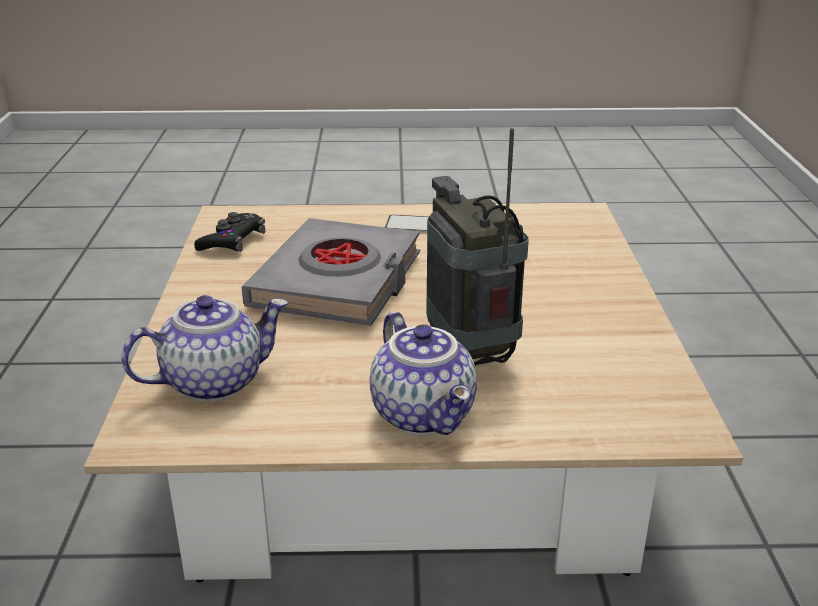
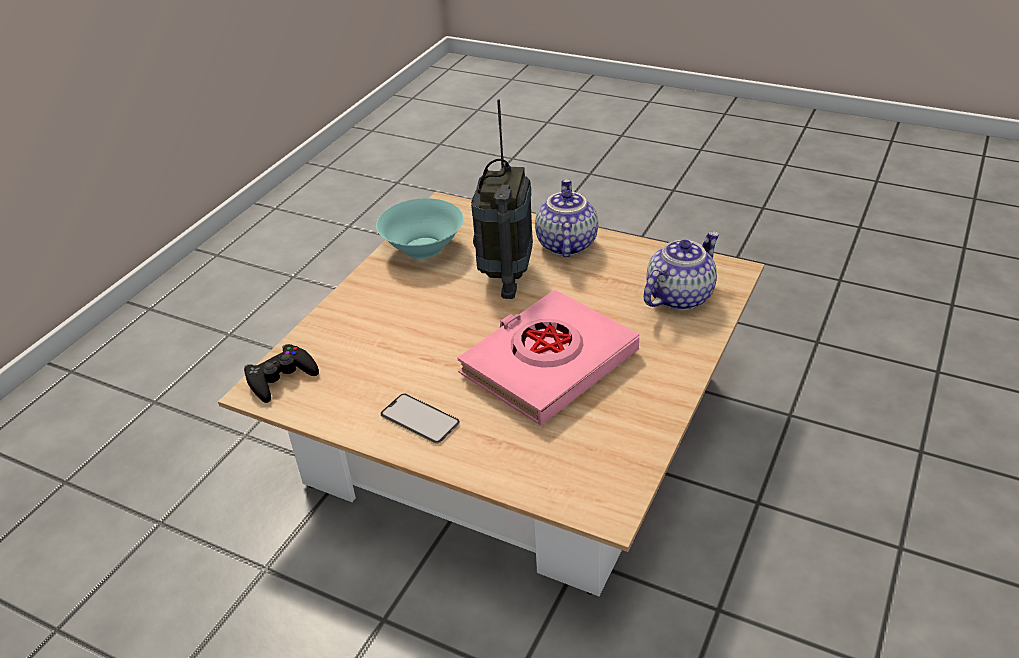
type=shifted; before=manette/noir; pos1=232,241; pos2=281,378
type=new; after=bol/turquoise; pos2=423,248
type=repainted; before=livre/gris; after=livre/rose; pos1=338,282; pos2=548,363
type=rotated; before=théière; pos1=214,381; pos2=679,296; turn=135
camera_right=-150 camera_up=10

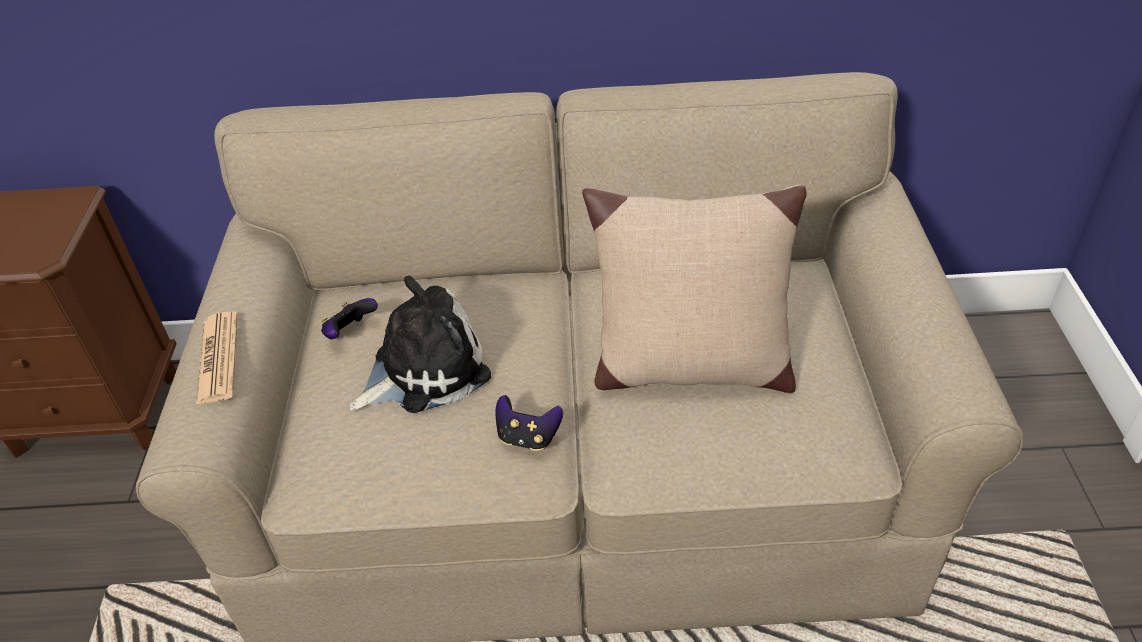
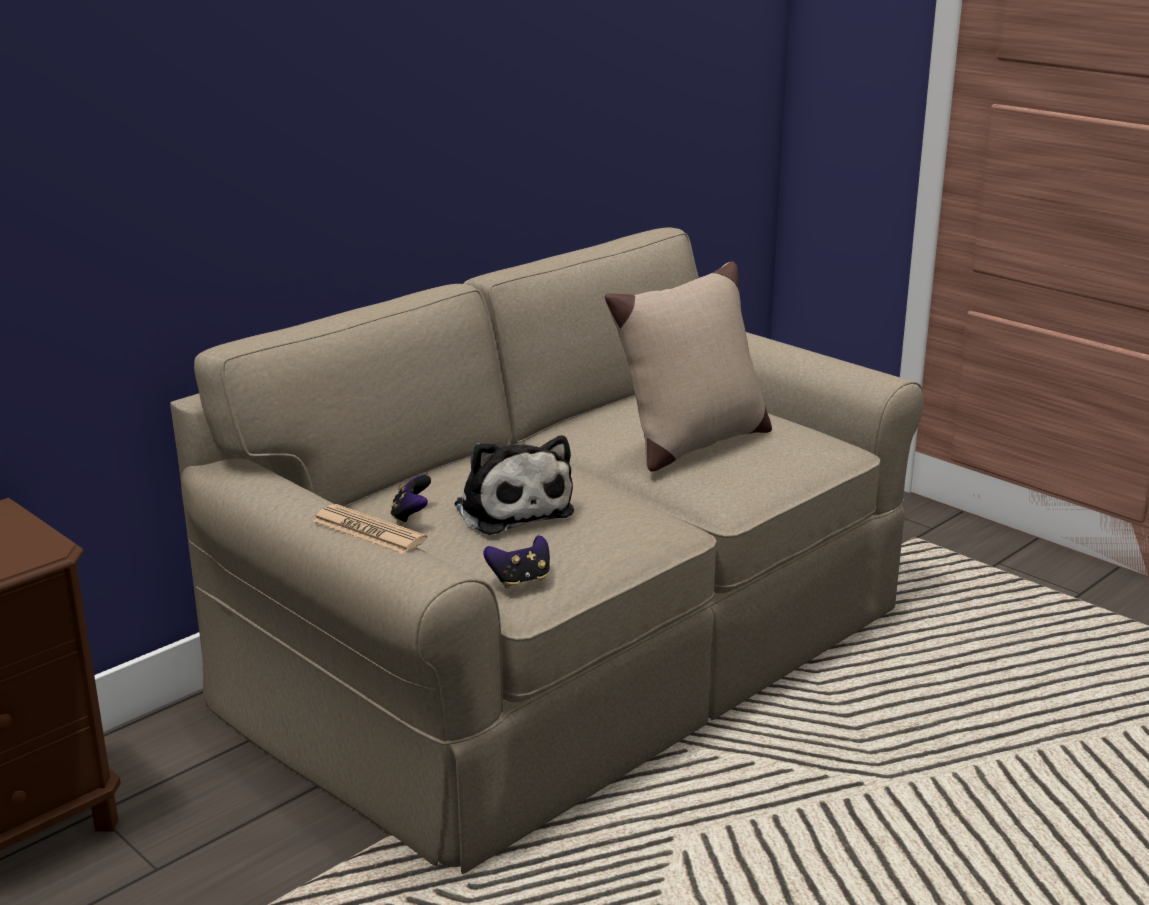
type=rotated; before=peluche; pos1=424,370; pos2=511,508; turn=135
type=shifted; before=manette; pos1=528,437; pos2=520,580
camera_right=-45 camera_up=-20

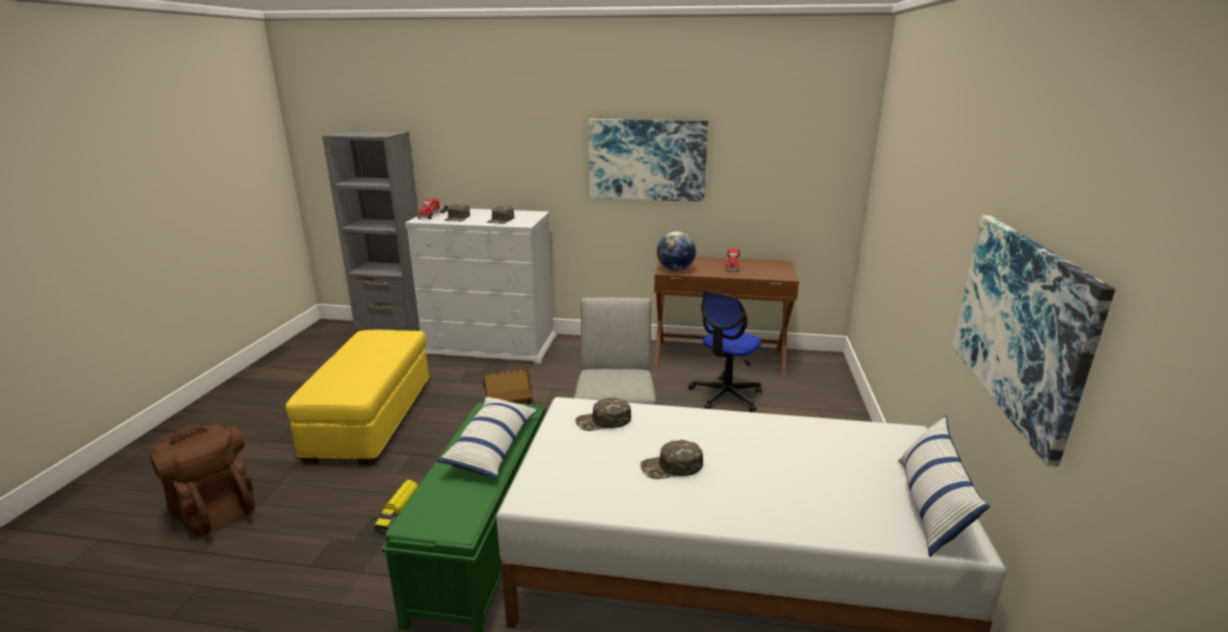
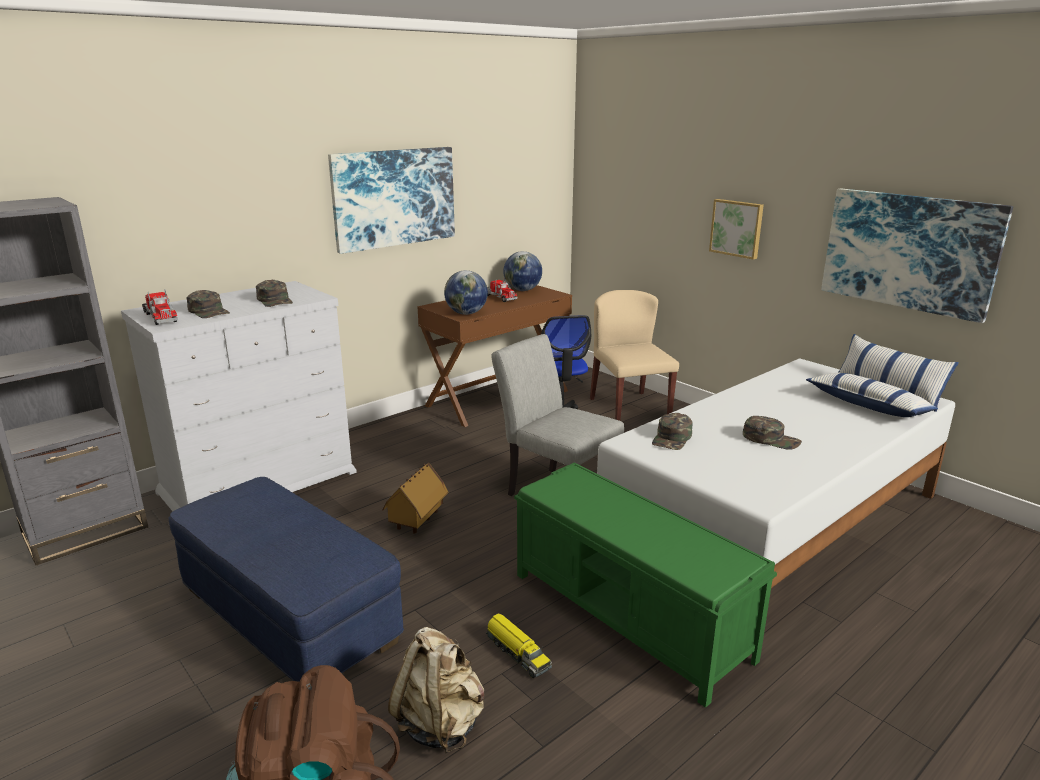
type=repainted; before=pouf/jaune; after=pouf/bleu; pos1=371,419; pos2=288,615
type=new; after=sac à dos/beige; pos2=440,723
type=new; after=globe; pos2=522,290
type=new; after=chaise/beige; pos2=629,408
type=new; after=tableau; pos2=737,228
type=rotated; before=casquette/vert; pos1=671,467; pos2=771,439; turn=-90
type=shifted; before=coussin; pos1=492,446; pos2=867,406
camera_right=-50 camera_up=0

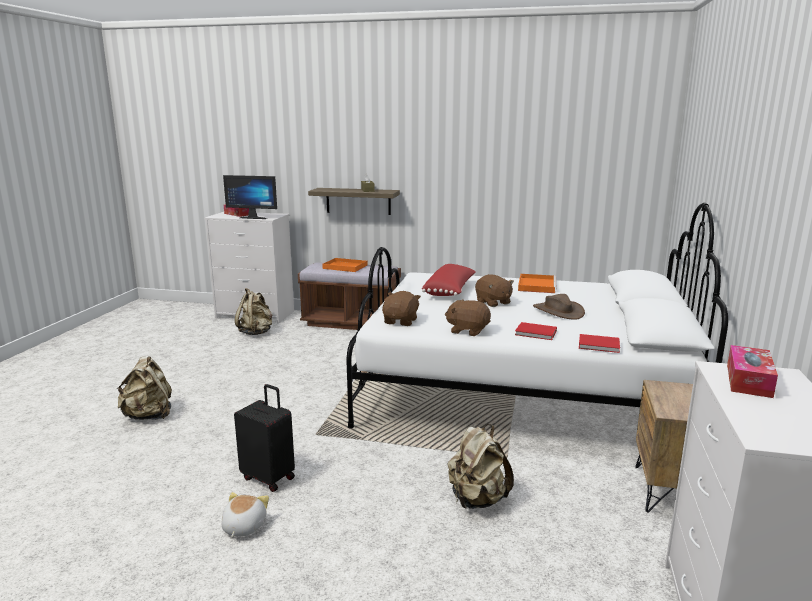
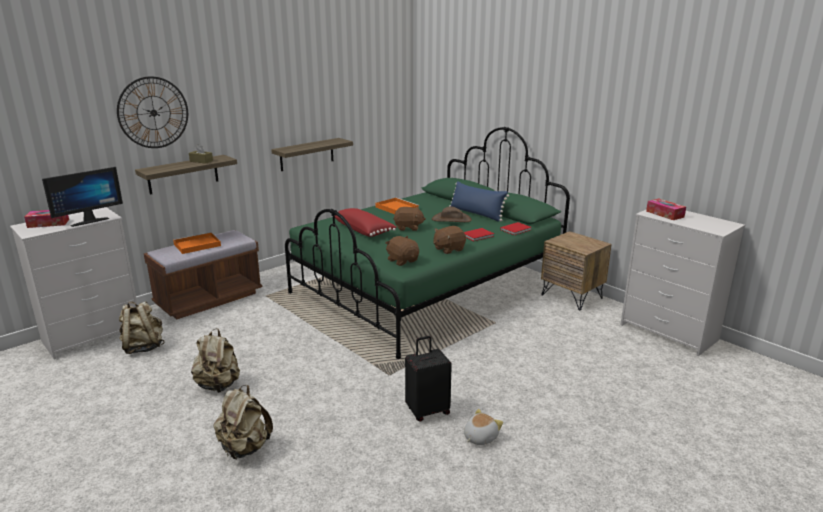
type=new; after=horloge murale; pos2=153,112
type=shifted; before=sac à dos/beige; pos1=477,500; pos2=218,385
type=new; after=étagère; pos2=307,154
type=repainted; before=lit/blanc; after=lit/vert; pos1=521,393; pos2=428,288
type=new; after=coussin/bleu; pos2=476,214
type=rotated; before=peluche; pos1=243,527; pos2=479,437; turn=90
camera_right=-55 camera_up=5

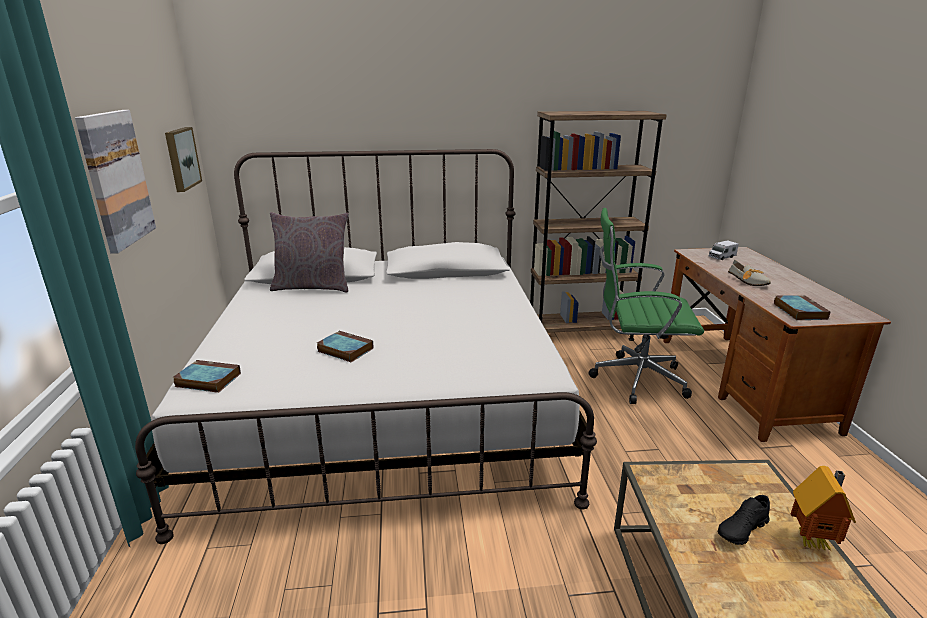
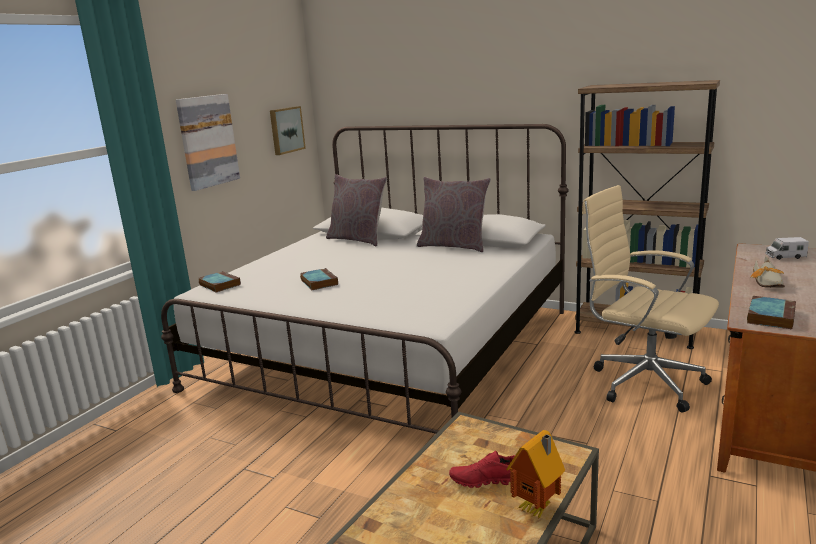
type=new; after=coussin/gris; pos2=454,246
type=repainted; before=chaussure/noir; after=chaussure/rouge; pos1=742,529; pos2=485,481
type=repainted; before=chaise de bureau/vert; after=chaise de bureau/beige; pos1=634,379; pos2=642,382
camera_right=35 camera_up=-5

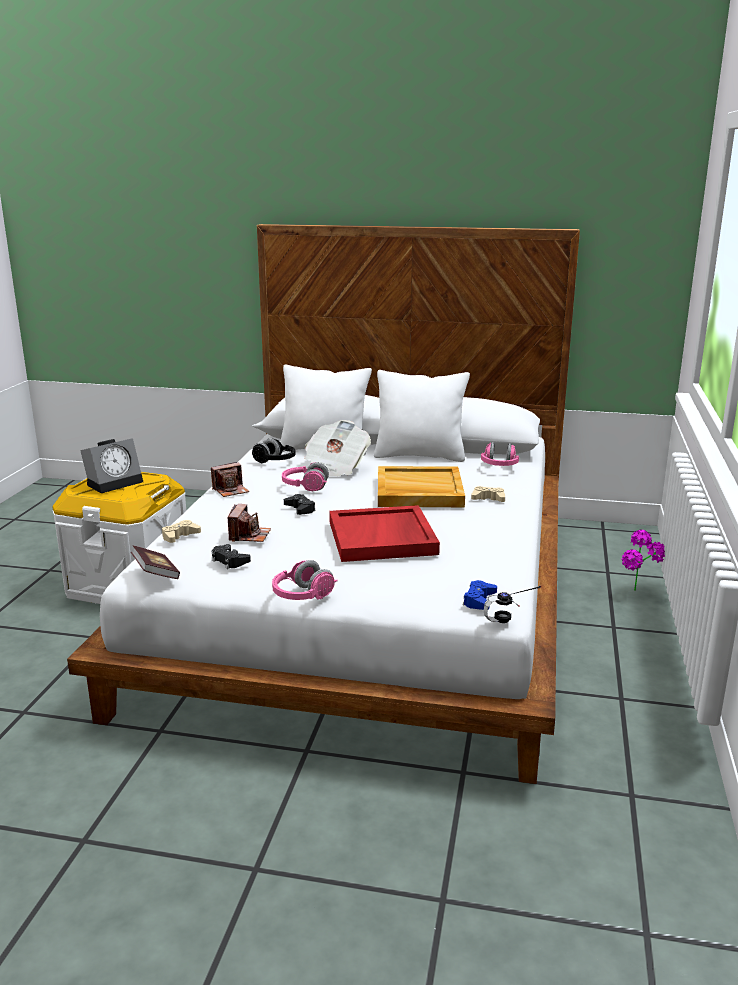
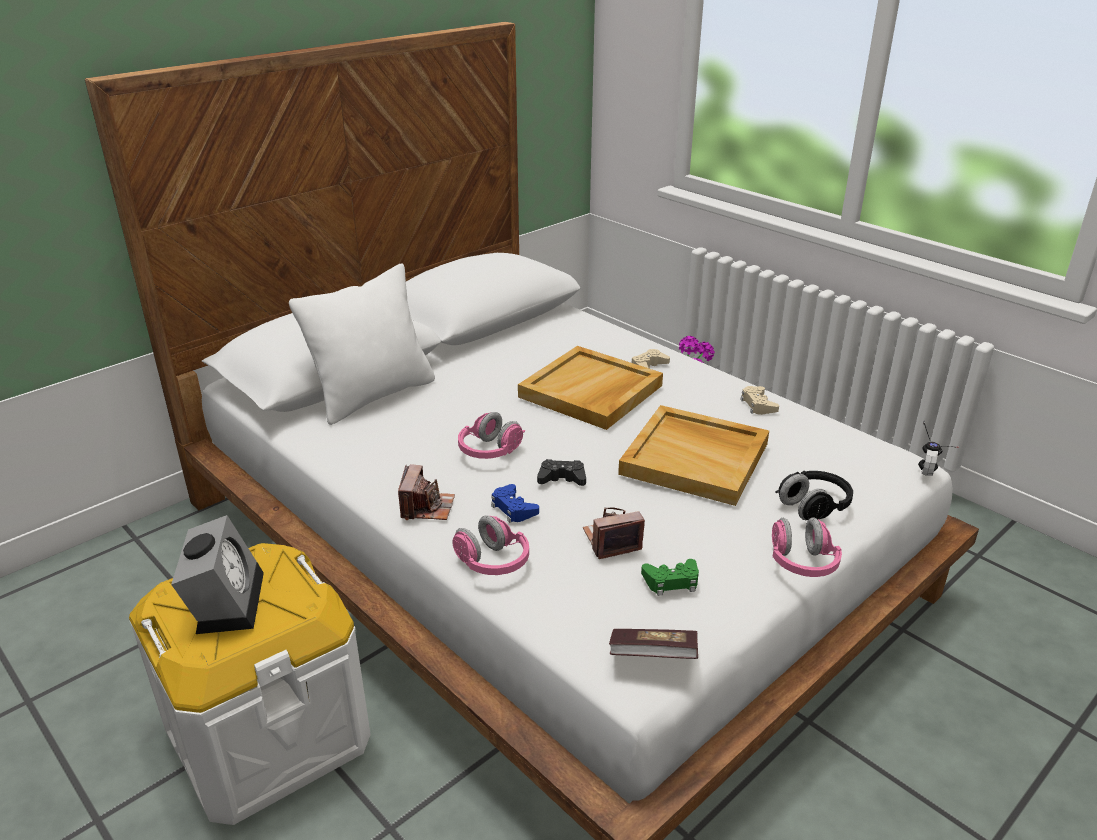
type=shifted; before=casque audio/rose; pos1=499,466; pos2=492,562
type=shifted; before=manette/bleu; pos1=479,600; pos2=513,508
type=rotated; before=appareil photo; pos1=249,535; pos2=611,541; turn=-60
type=repainted; before=plateau/rouge; after=plateau/beige; pos1=383,538; pos2=696,458
type=repainted; before=manette/noir; after=manette/vert; pos1=229,561; pos2=671,581
type=shifted; before=manette/beige; pos1=180,536; pos2=758,405
type=shifted; before=casque audio/noir; pos1=275,462; pos2=813,507
type=gone; before=journal; pos1=334,468
type=gone; before=coussin/blanc; pos1=420,455
camera_right=-55 camera_up=10

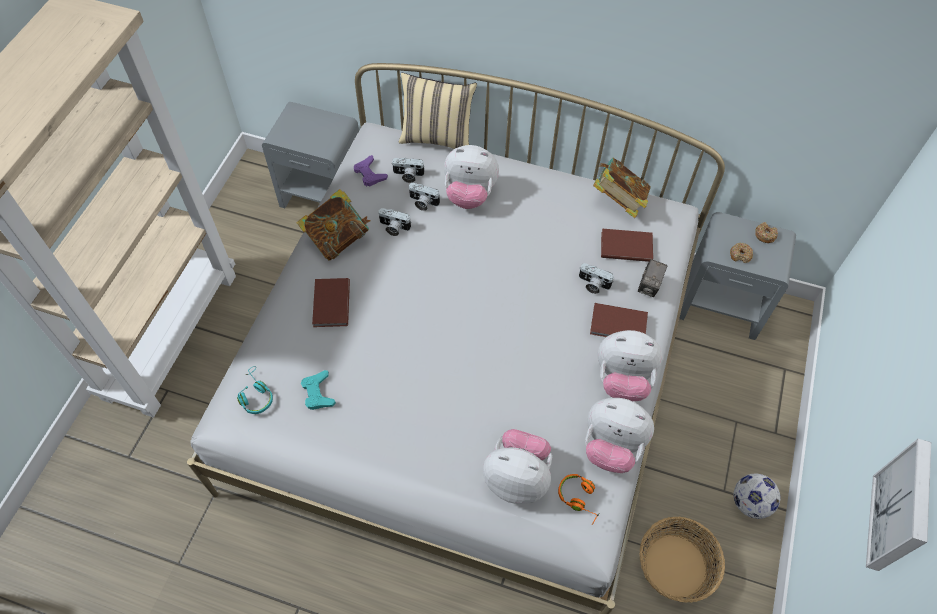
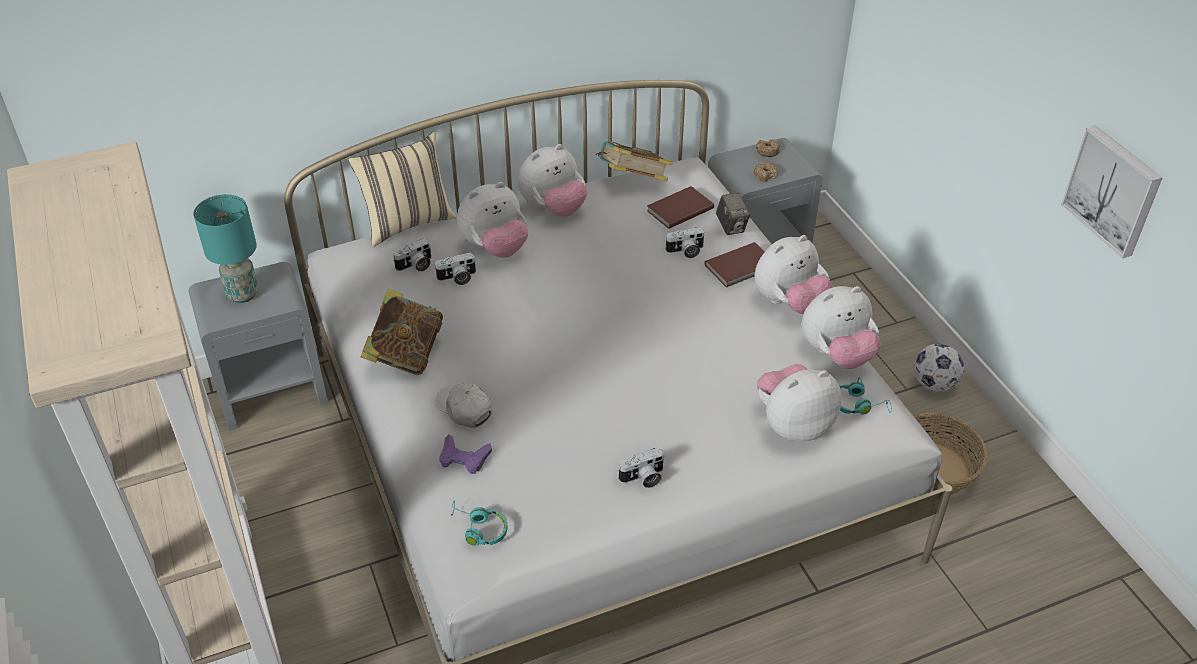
type=new; after=lampe de table/turquoise; pos2=242,294
type=swapped; before=livre/marron; after=casquette/blanc; pos1=330,304; pos2=464,409
type=shifted; before=manette/violet; pos1=369,174; pos2=463,458
type=new; after=peluche; pos2=553,209
type=shifted; before=appareil photo; pos1=393,228; pos2=643,478
type=repainted; before=casque audio/orange; after=casque audio/turquoise; pos1=579,499; pos2=858,405
type=gone; before=manette/turquoise; pos1=318,393
camera_right=-40 camera_up=-15

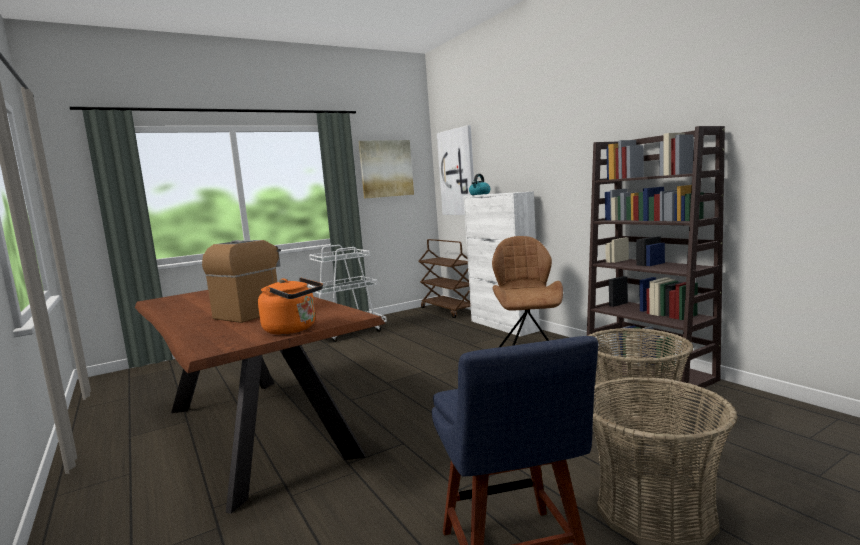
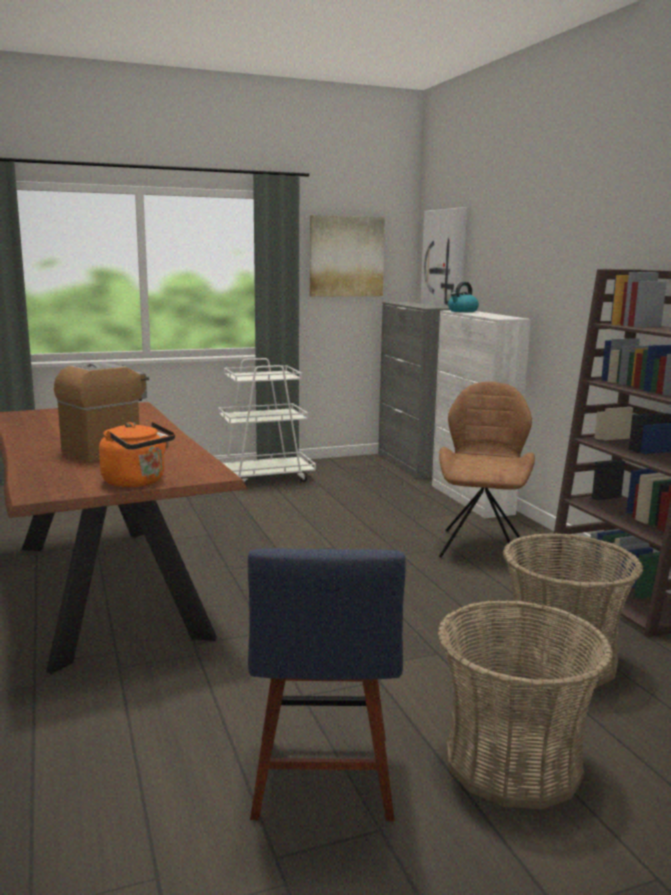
type=swapped; before=chariot/marron; after=meuble de rangement/gris; pos1=448,310; pos2=409,465
camera_right=10 camera_up=5

